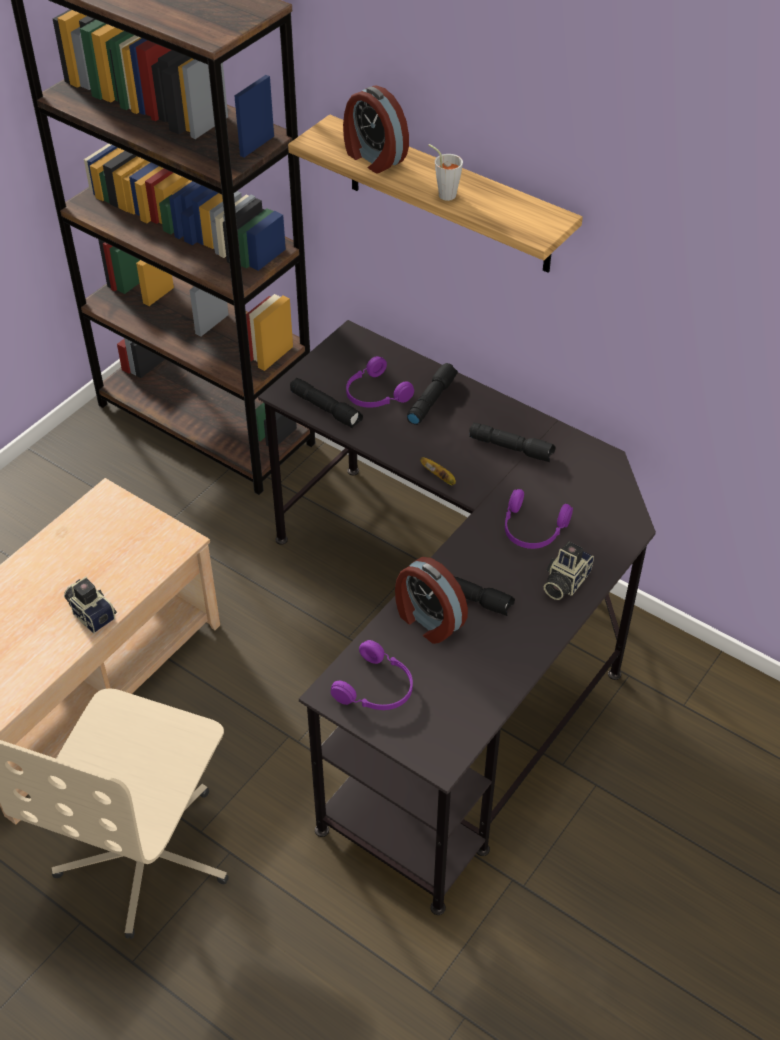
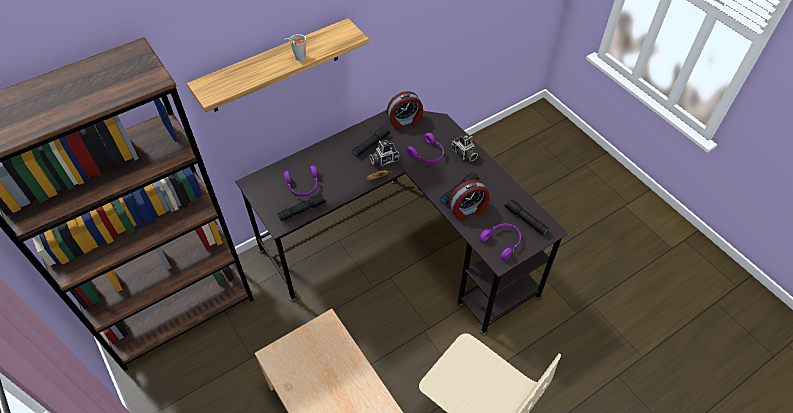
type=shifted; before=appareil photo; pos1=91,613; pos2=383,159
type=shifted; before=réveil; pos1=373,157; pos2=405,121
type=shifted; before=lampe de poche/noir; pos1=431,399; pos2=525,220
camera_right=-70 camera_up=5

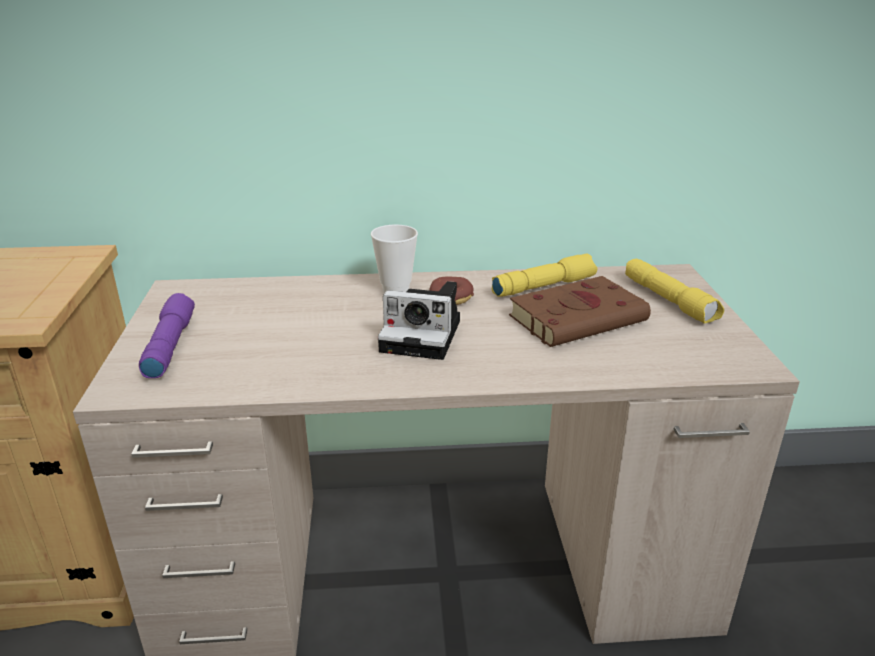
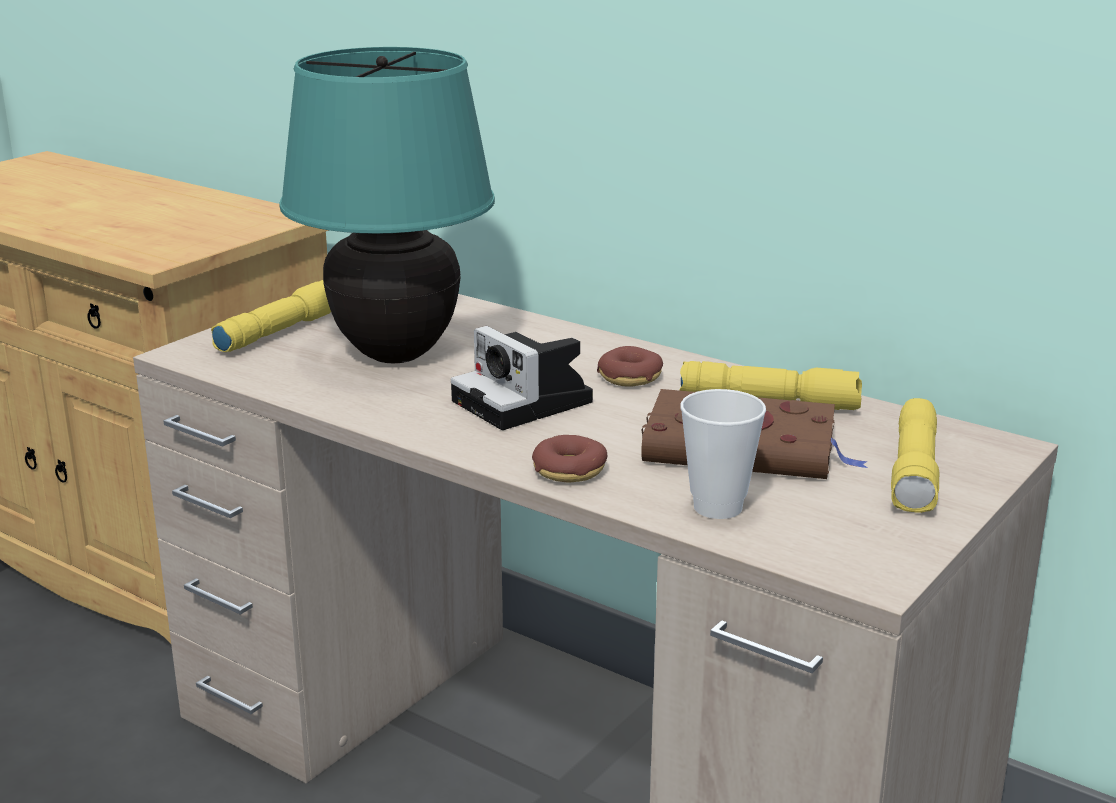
type=repainted; before=lampe de poche/violet; after=lampe de poche/jaune; pos1=168,345; pos2=280,331
type=new; after=lampe de table/turquoise; pos2=396,354
type=new; after=beignet; pos2=569,470
type=shifted; before=tasse; pos1=396,290; pos2=717,507
camera_right=40 camera_up=-5

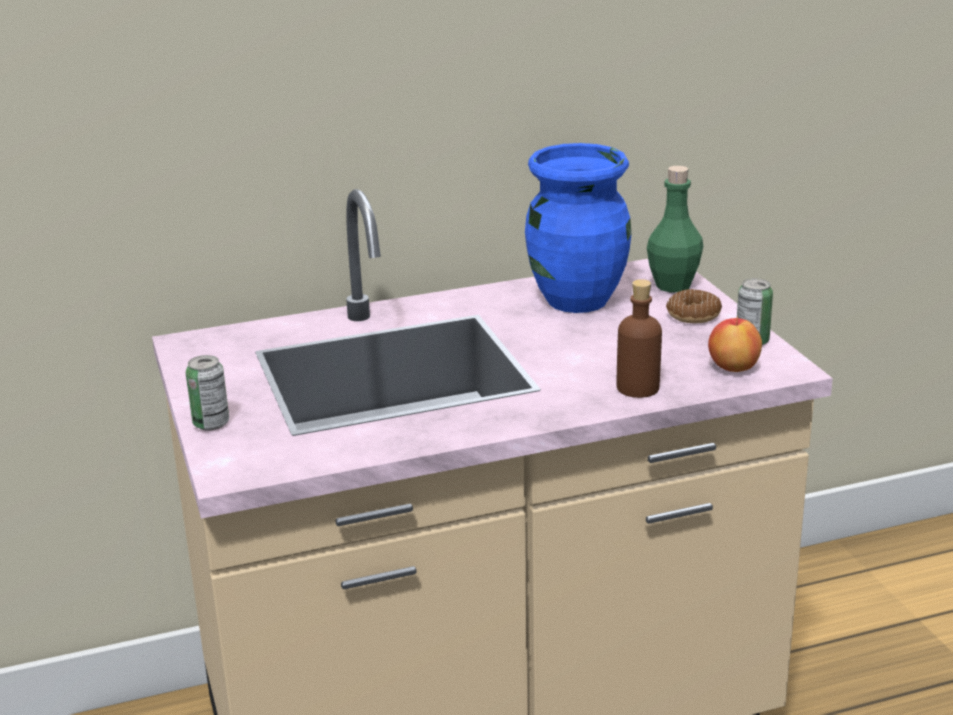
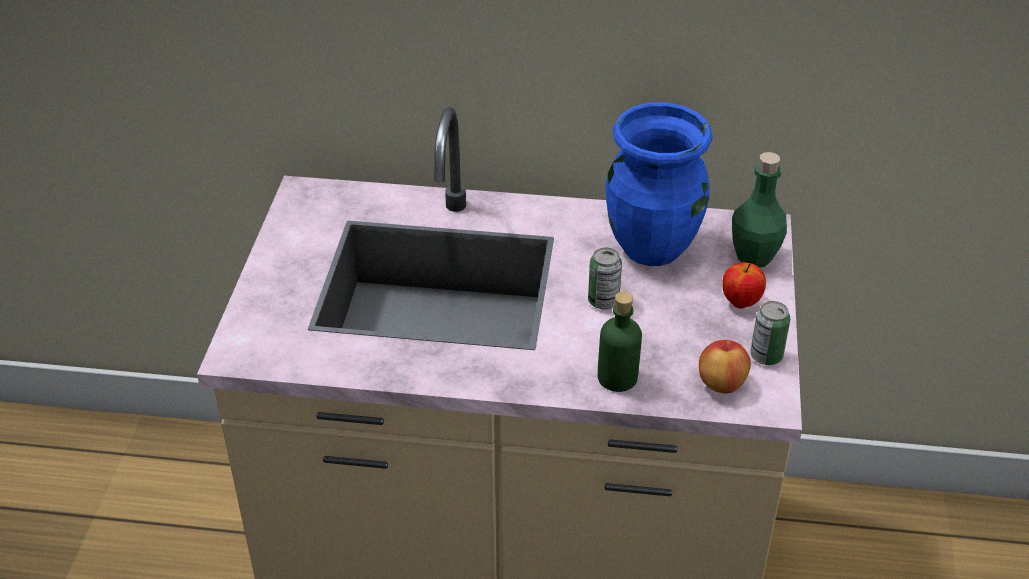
type=shifted; before=boîte métallique; pos1=211,423; pos2=603,301
type=repainted; before=bouteille/marron; after=bouteille/vert; pos1=638,388; pos2=617,377
type=swapped; before=beignet; after=pomme; pos1=693,315; pos2=740,302
camera_right=25 camera_up=15

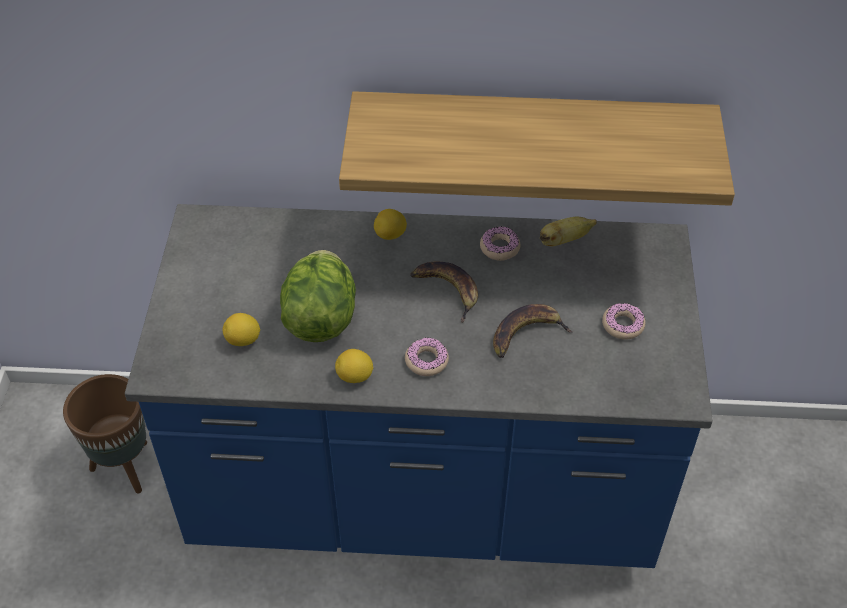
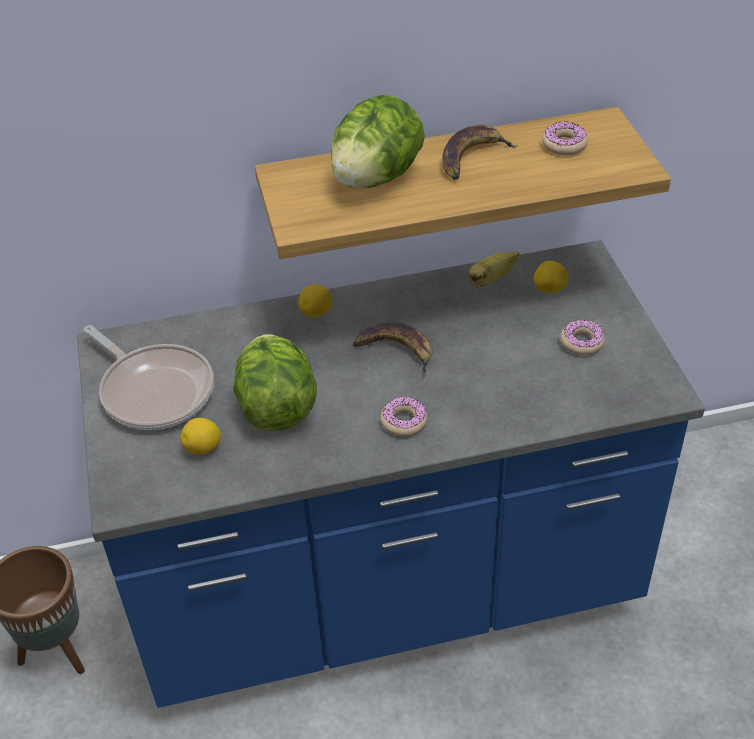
type=new; after=poêle; pos2=154,390
type=new; after=laitue; pos2=376,177
type=shifted; before=banane; pos1=526,334; pos2=472,157
type=shifted; before=citron; pos1=355,377; pos2=550,289
type=shifted; before=beignet; pos1=499,248; pos2=564,145
camera_right=-15 camera_up=-5

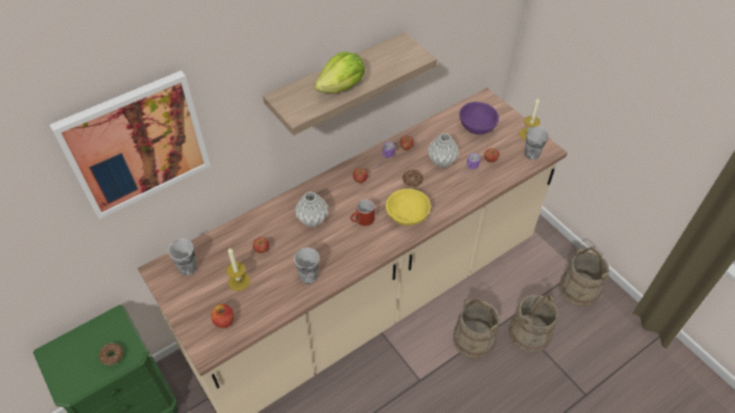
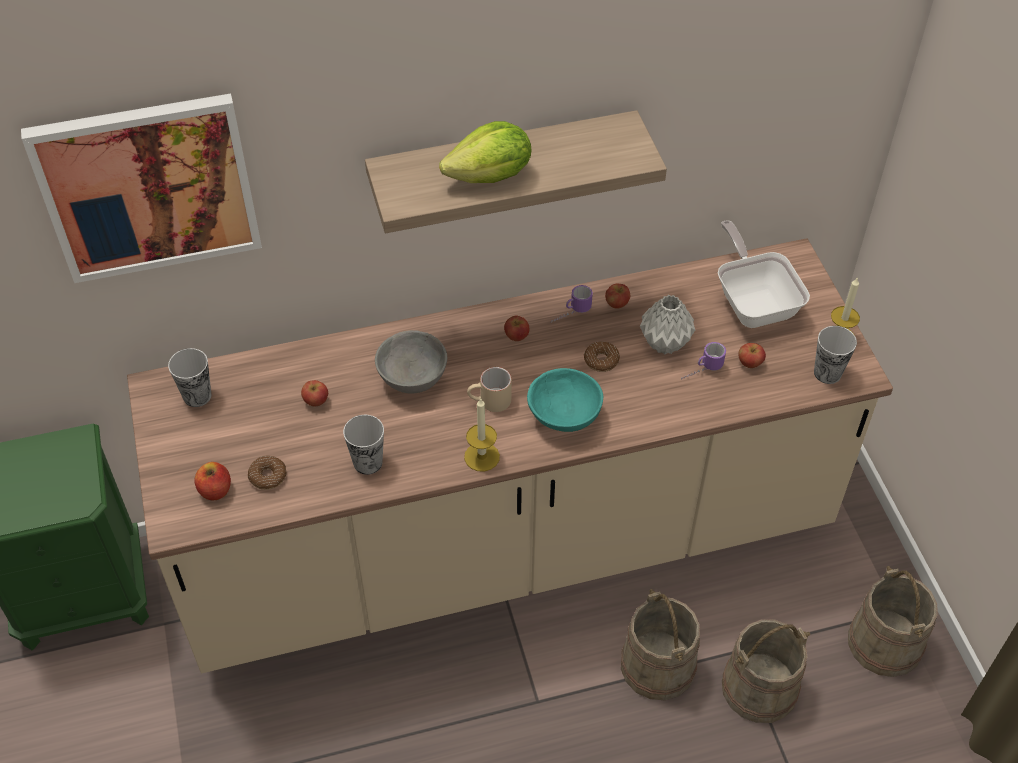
type=shifted; before=beignet; pos1=112,356; pos2=267,476
type=swapped; before=vase/gris; after=bol/gris; pos1=312,220; pos2=411,379
type=shifted; before=bougie; pos1=239,281; pos2=482,456
type=repainted; before=mug/rouge; after=mug/beige; pos1=362,221; pos2=489,402
type=repainted; before=bol/jaune; after=bol/turquoise; pos1=407,217; pos2=564,418
type=swapped; before=bol/violet; after=poêle; pos1=477,127; pos2=754,302
camera_right=20 camera_up=0

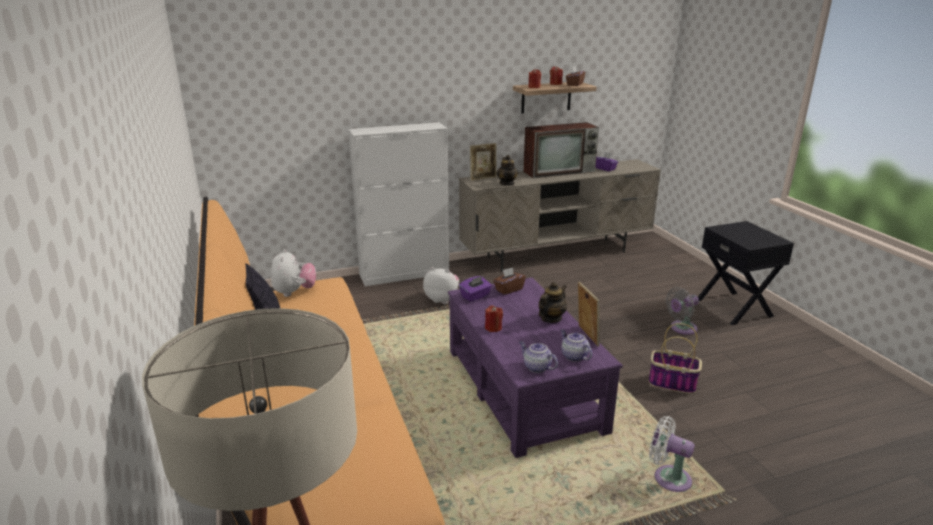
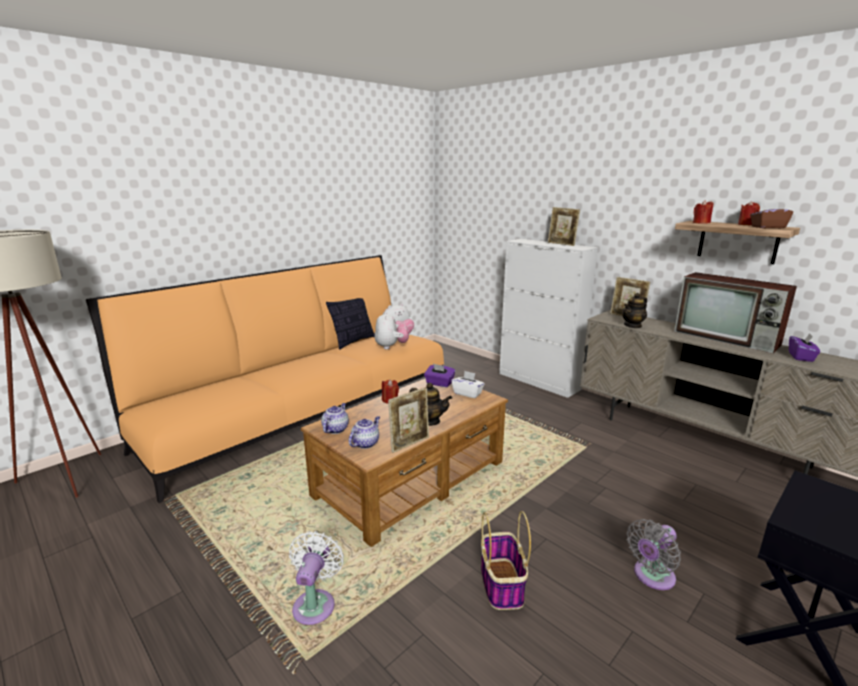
type=repainted; before=table basse/violet; after=table basse/marron; pos1=523,388; pos2=412,478
type=shifted; before=peluche; pos1=442,299; pos2=391,347
type=repainted; before=boîte à mouchoirs/marron; after=boîte à mouchoirs/blanc; pos1=508,289; pos2=467,393
type=new; after=cadre photo; pos2=561,244
type=rotated; before=ventilateur/gris; pos1=681,328; pos2=651,577; turn=-75
camera_right=65 camera_up=-5

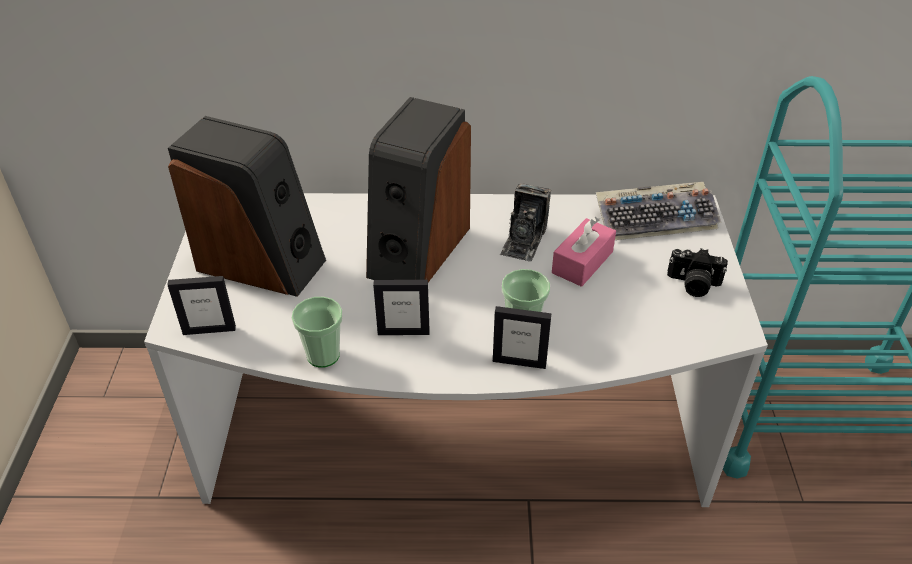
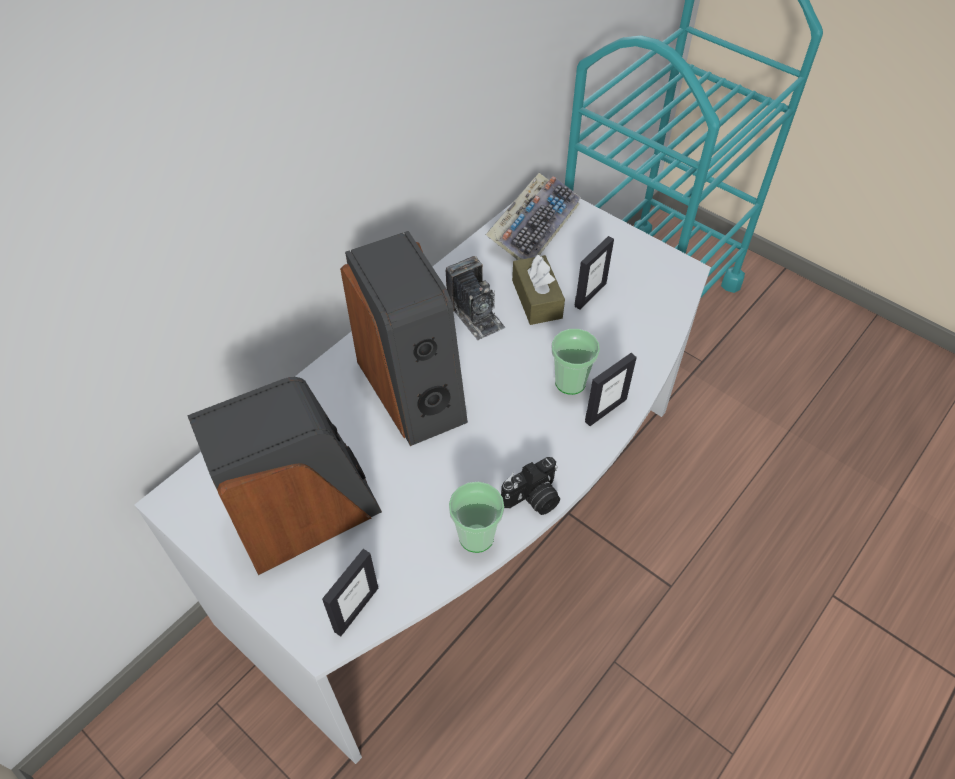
type=shifted; before=appareil photo; pos1=693,285; pos2=533,499
type=repainted; before=boîte à mouchoirs/rose; after=boîte à mouchoirs/marron; pos1=582,262; pos2=536,299
type=shifted; before=cadre photo; pos1=403,332; pos2=590,295
camera_right=-50 camera_up=10

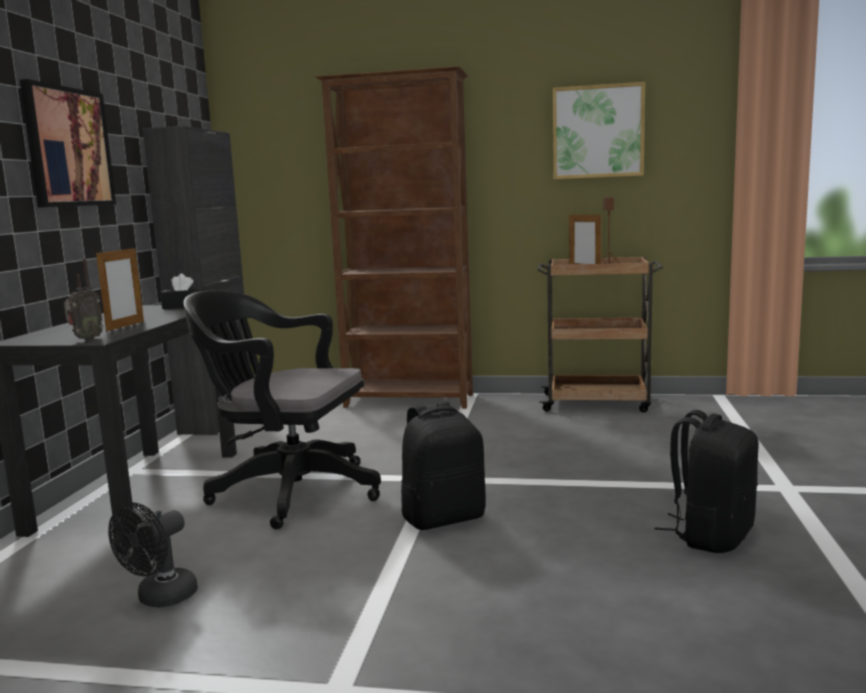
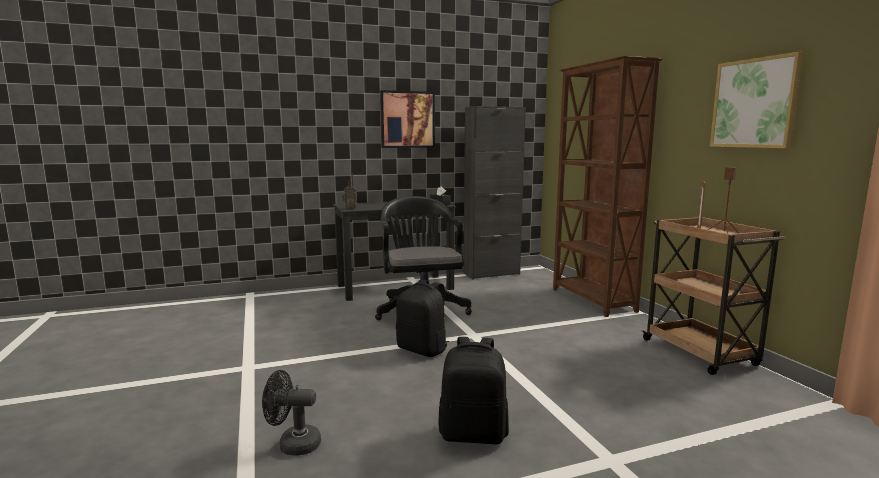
type=shifted; before=ventilateur/noir; pos1=160,599; pos2=293,444
type=gone; before=cadre photo; pos1=125,326
camera_right=60 camera_up=0

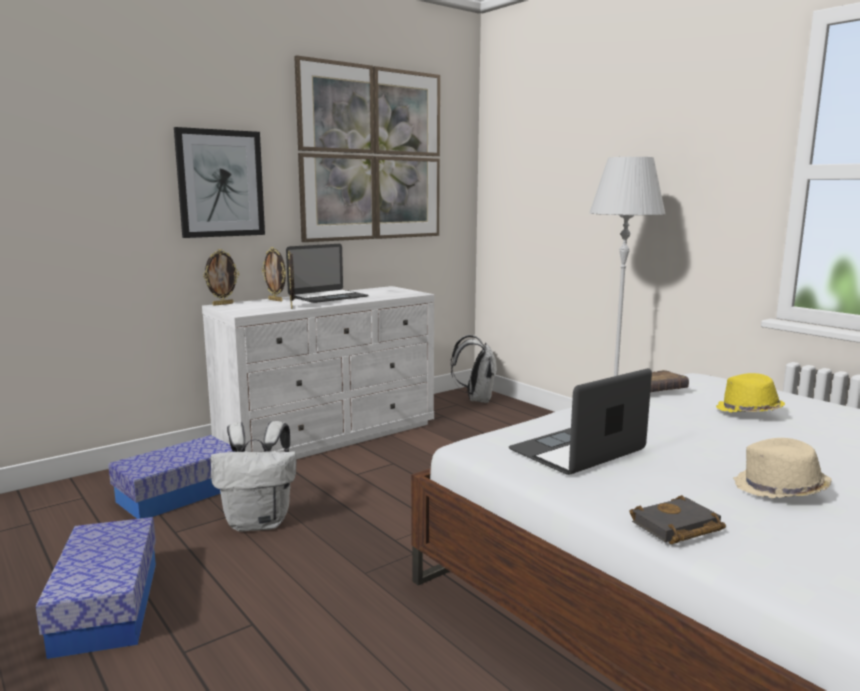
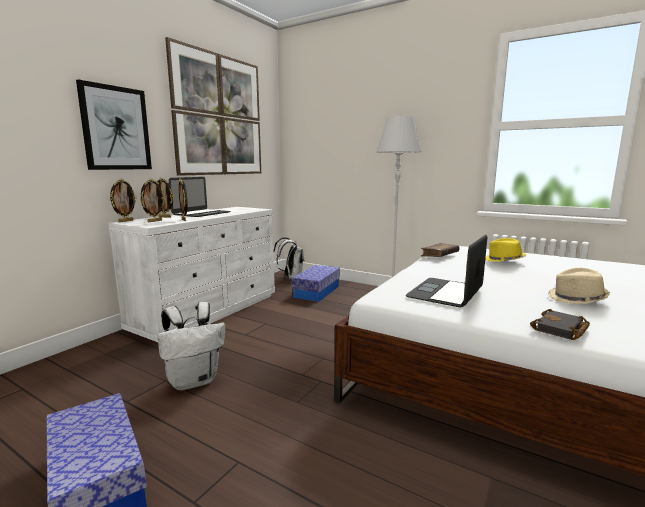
type=new; after=cadre photo; pos2=154,221
type=shifted; before=boîte de rangement; pos1=179,494; pos2=317,291
camera_right=-20 camera_up=0

